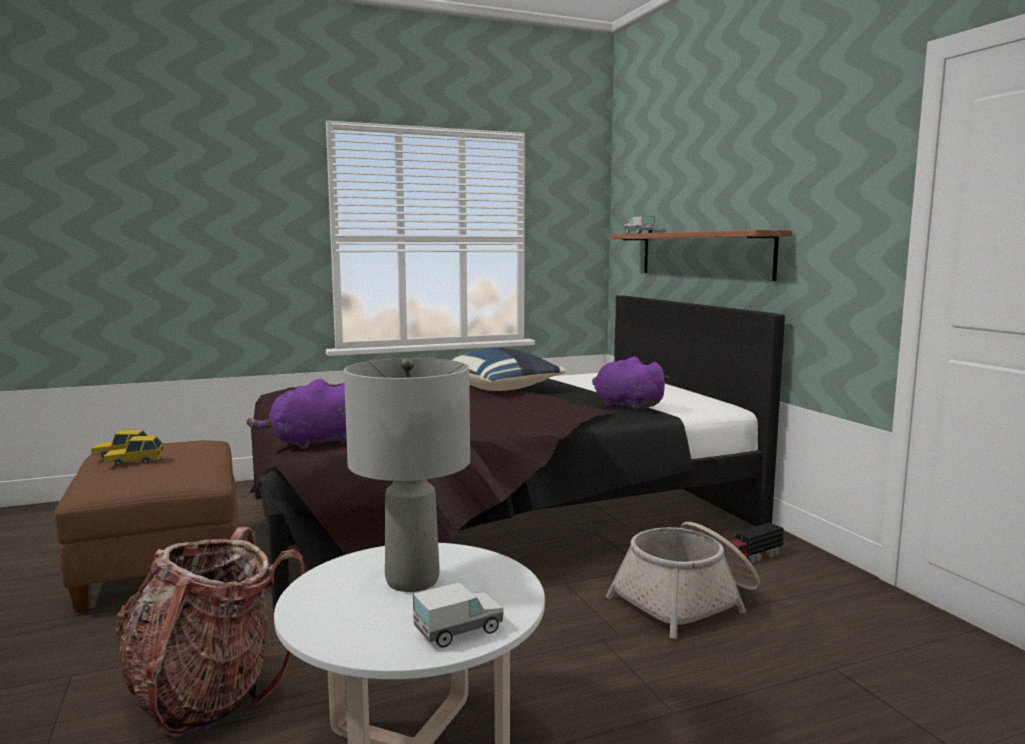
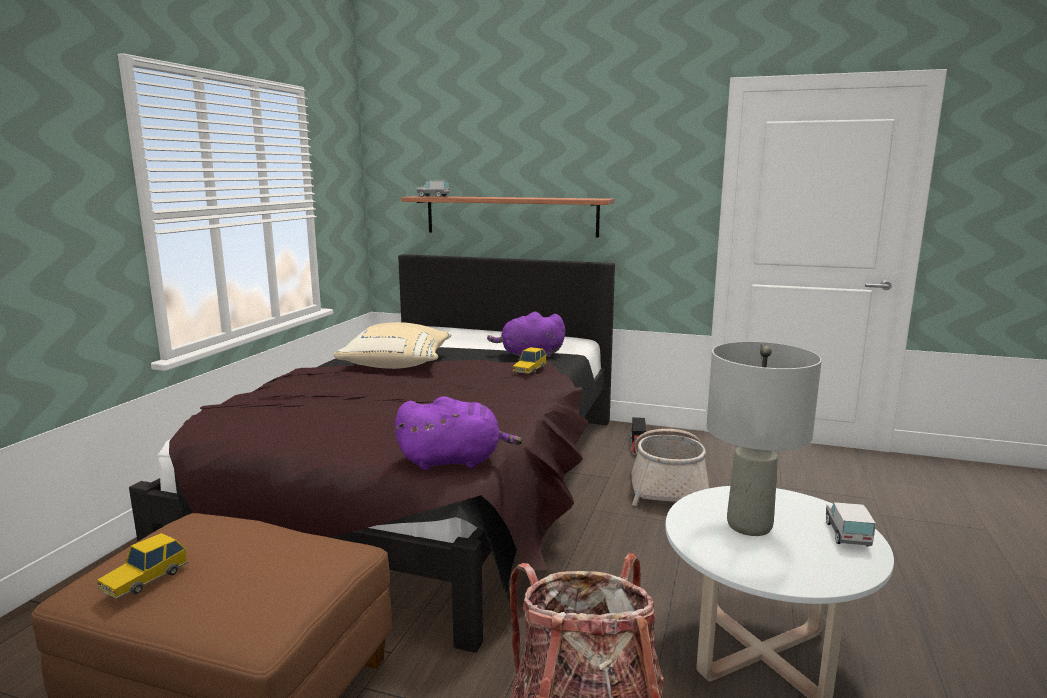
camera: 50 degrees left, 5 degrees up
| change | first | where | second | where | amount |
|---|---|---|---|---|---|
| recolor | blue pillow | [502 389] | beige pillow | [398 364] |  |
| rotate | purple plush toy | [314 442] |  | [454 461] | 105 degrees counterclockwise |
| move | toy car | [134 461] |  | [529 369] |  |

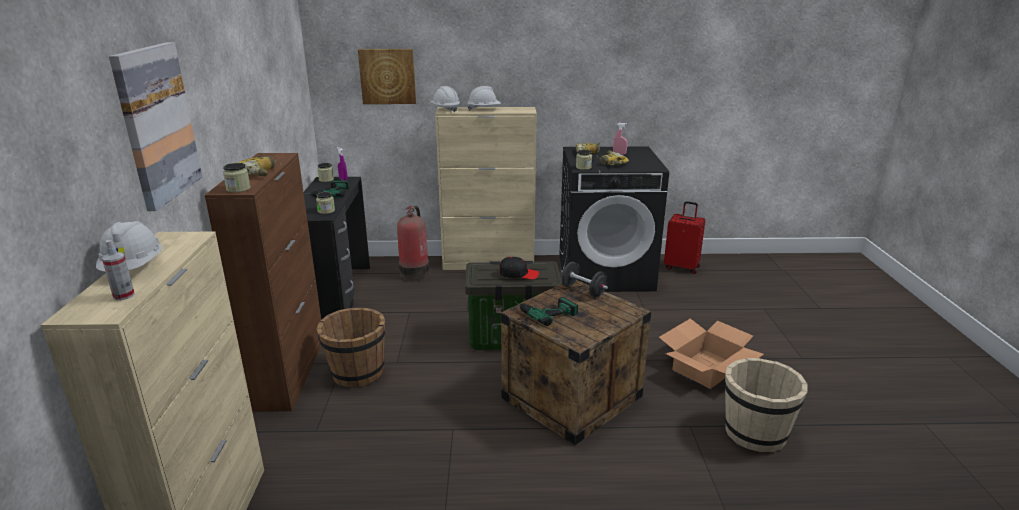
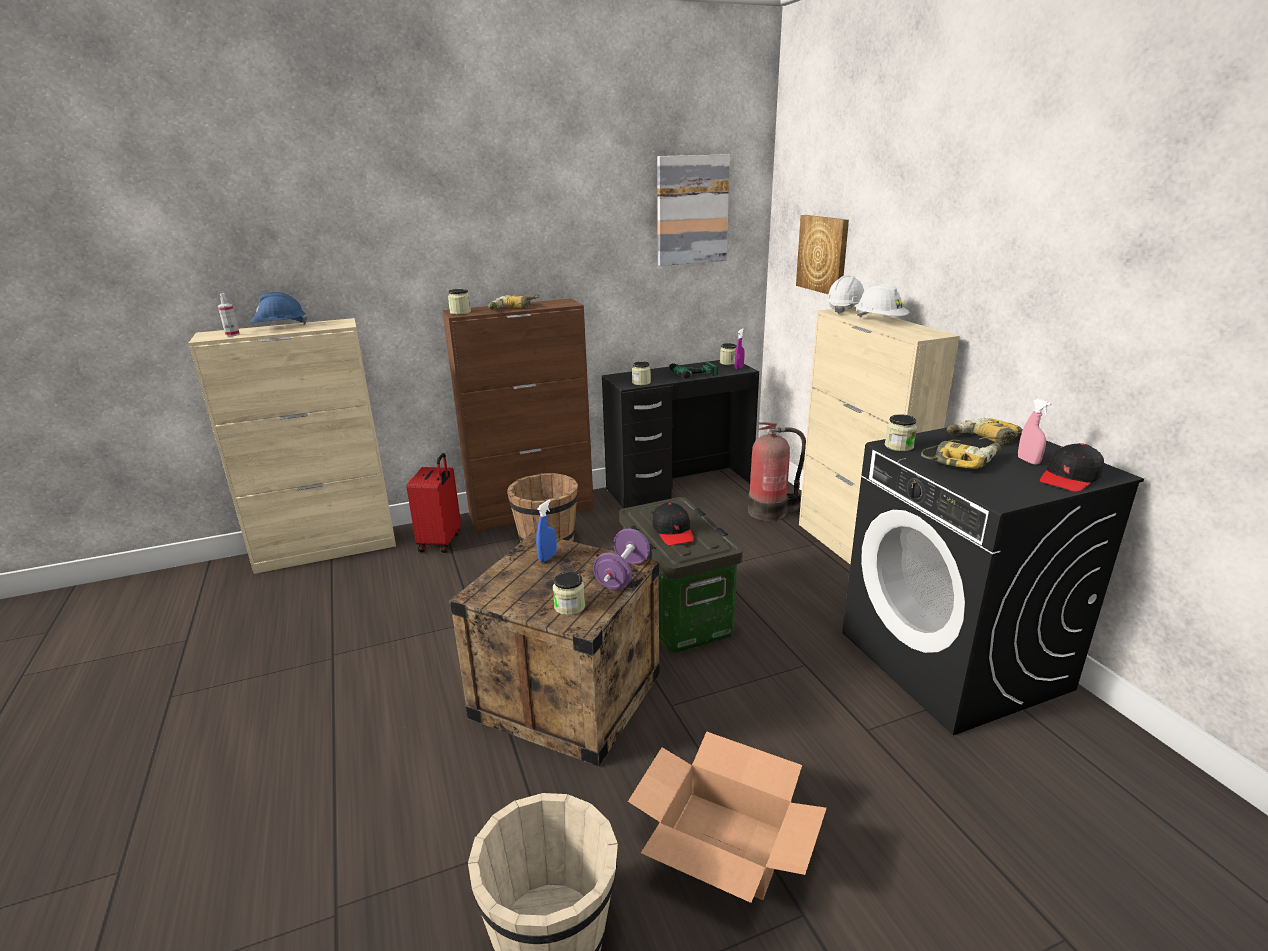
camera: 70 degrees right, 0 degrees up
| change | first | where | second | where | amount |
|---|---|---|---|---|---|
| move | picture | [156 124] |  | [692 210] |  |
| move | red suitcase | [682 267] |  | [441 542] |  |
| recolor | white hard hat | [133 268] | blue hard hat | [280 327] |  |
| recolor | black dumbbell | [583 290] | purple dumbbell | [622 575] |  |
| replace | power drill | [543 311] | blue spray bottle | [547 557] |  |
| insert |  |  | black cap | [1070 478] |  |
| insert |  |  | jar | [569 606] |  |

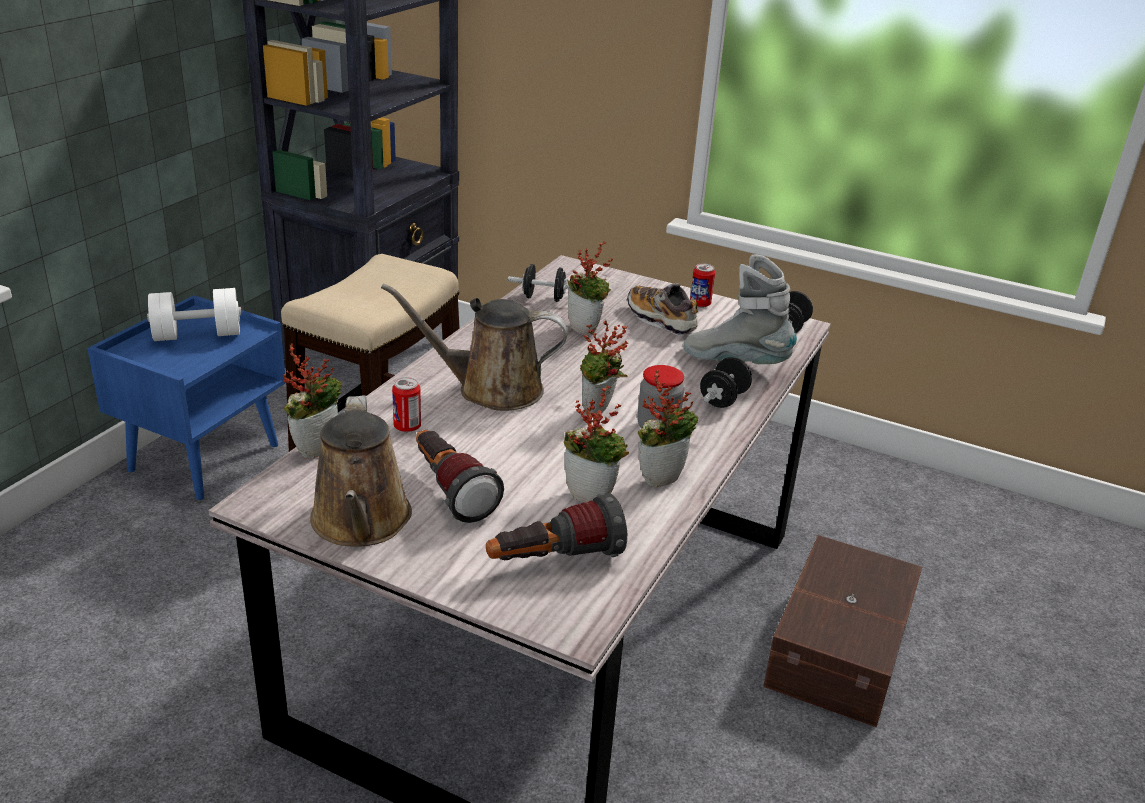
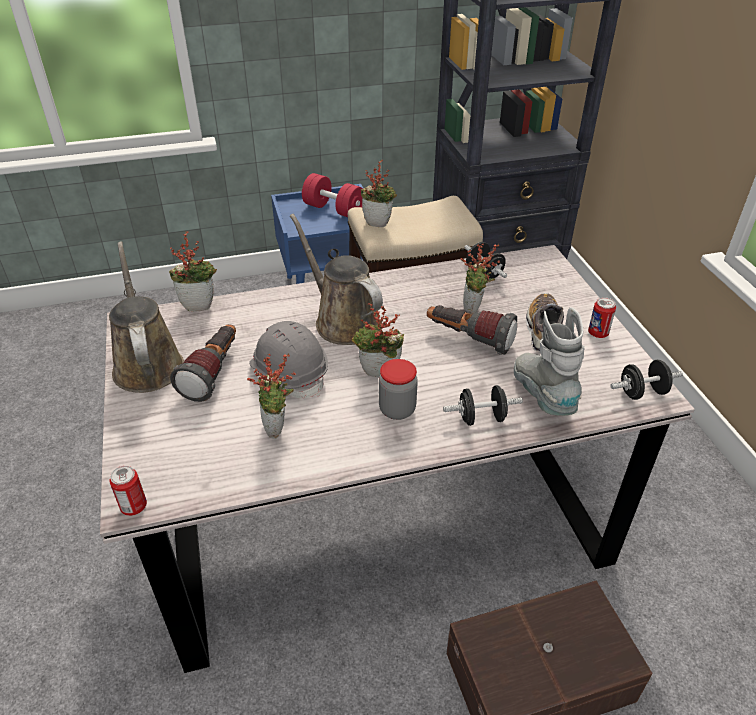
camera: 50 degrees right, 10 degrees up
| change | first | where | second | where | amount |
|---|---|---|---|---|---|
| recolor | white dumbbell | [197 335] | red dumbbell | [334 210] |  |
| move | potted plant | [661 477] |  | [379 223] |  |
| move | can | [407 427] |  | [134 506] |  |
| rotate | brown watering can | [361 523] |  | [147 363] | 120 degrees clockwise |
| move | flashlight | [554 561] |  | [468 340] |  |
| insert |  |  | grey hard hat | [289 373] |  |

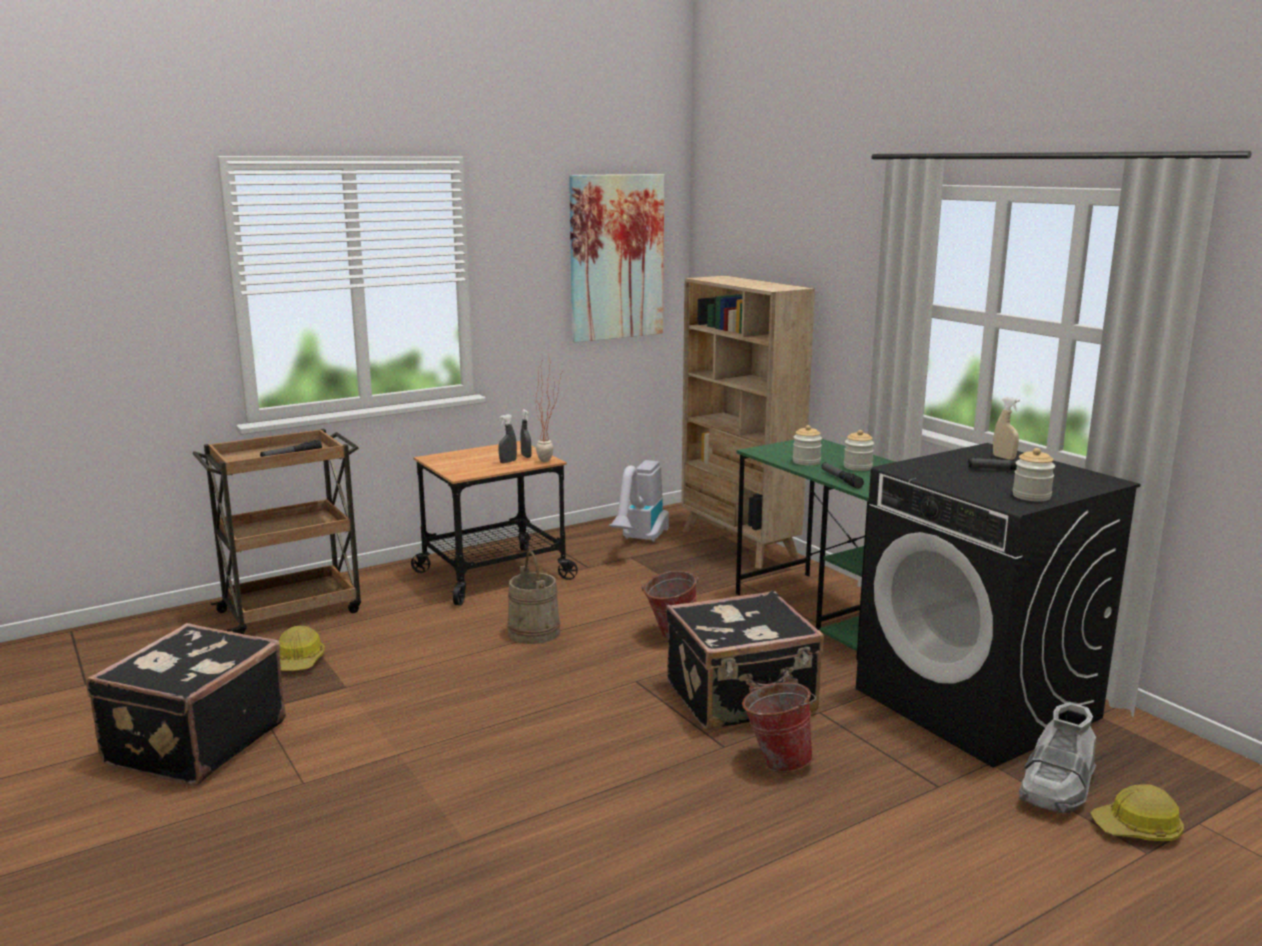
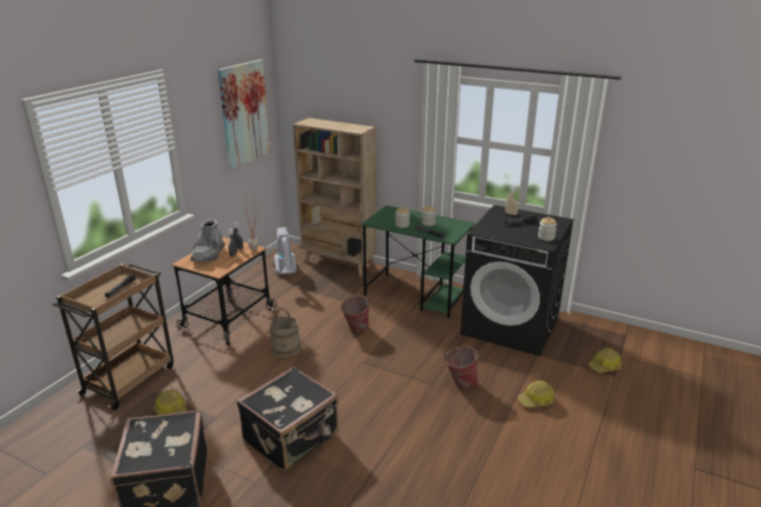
camera: 30 degrees left, 10 degrees up
| change | first | where | second | where | amount |
|---|---|---|---|---|---|
| move | black suitcase | [742 699] |  | [292 438] |  |
| move | grey boot | [1057 789] |  | [208 254] |  |
| insert |  |  | hard hat | [536 400] |  |

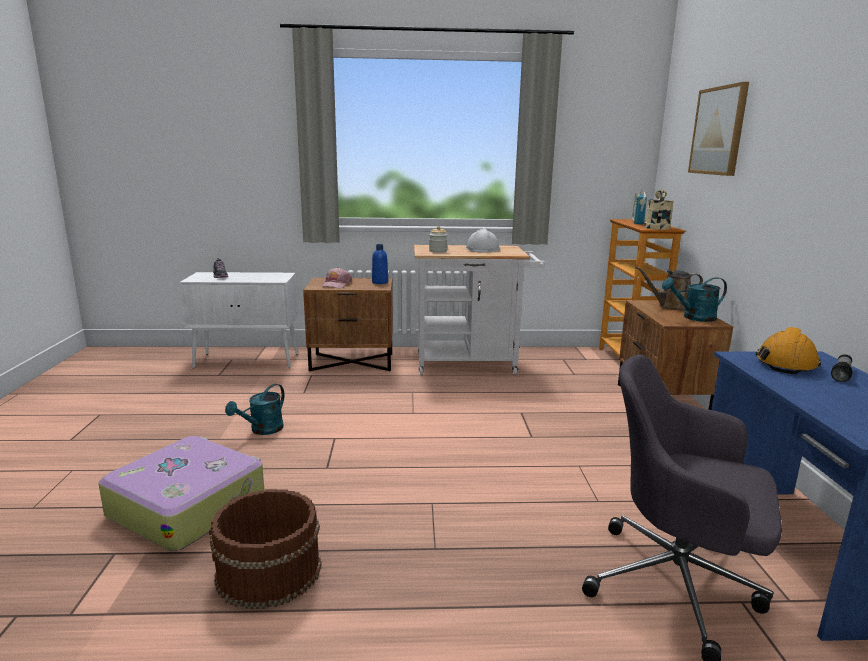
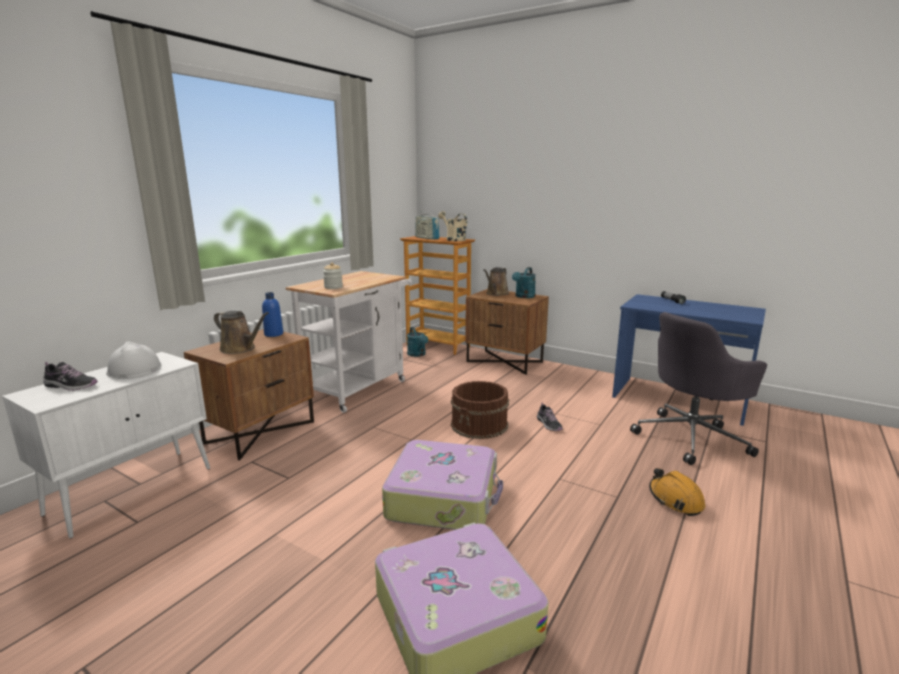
camera: 55 degrees left, 0 degrees up
| change | first | where | second | where | amount |
|---|---|---|---|---|---|
| delete | picture | [718 131] |  |  |  |
| move | white hard hat | [482 249] |  | [134 370] |  |
| replace | pink cap | [336 284] | brown watering can | [240 349] |  |
| move | orange hard hat | [786 363] |  | [675 499] |  |
| move | turquoise watering can | [262 430] |  | [417 354] |  |
| move | brown bucket | [268 572] |  | [480 425] |  |
| insert |  |  | shoe | [548 424] |  |
| insert |  |  | suitcase | [444 498] |  |

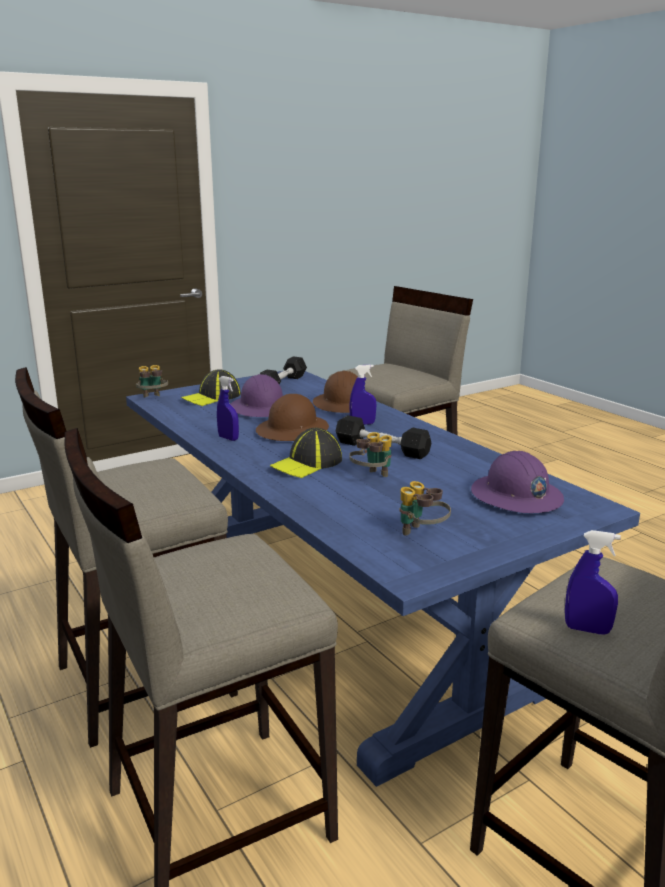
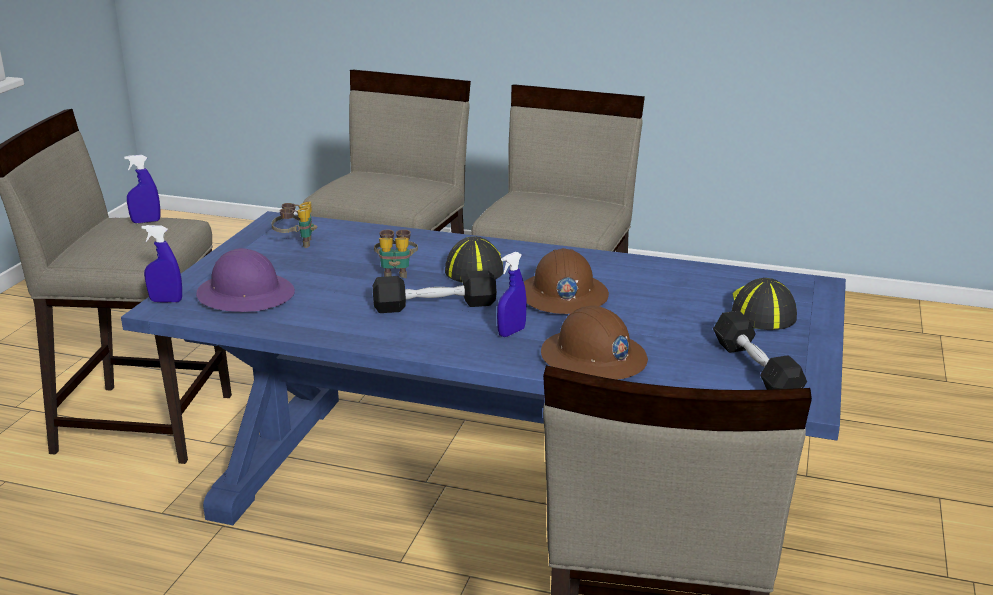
camera: 140 degrees right, 5 degrees up
| change | first | where | second | where | amount |
|---|---|---|---|---|---|
| delete | binoculars | [152 399] |  |  |  |
| delete | purple hard hat | [262 408] |  |  |  |
| move | blue spray bottle | [228 438] |  | [166 301] |  |

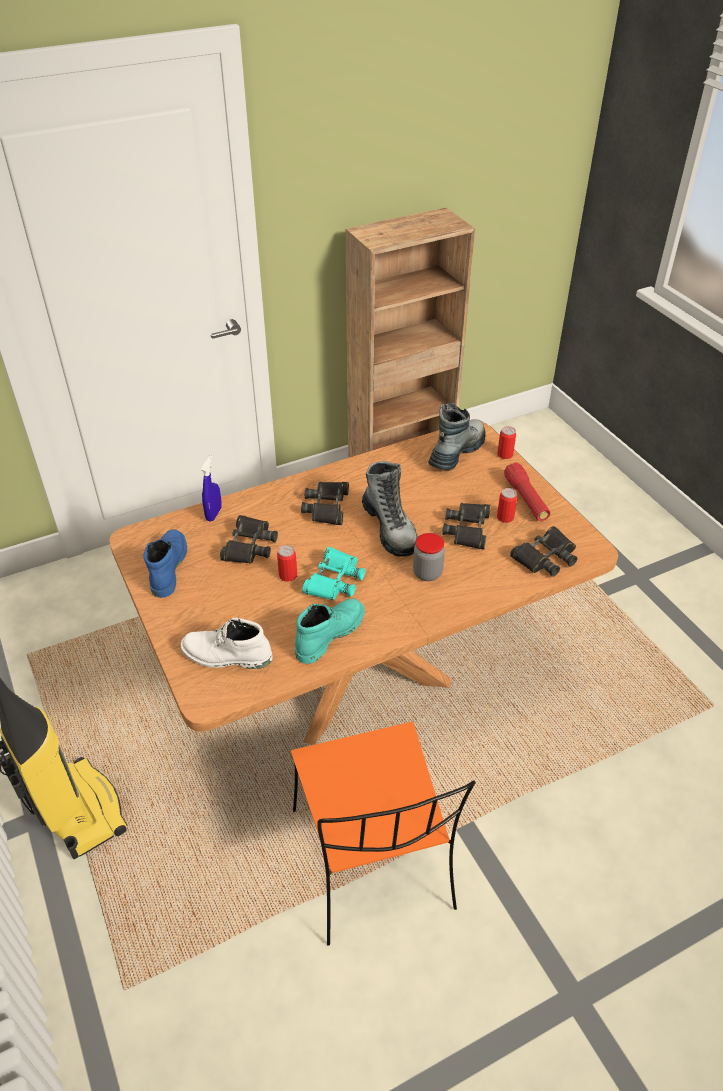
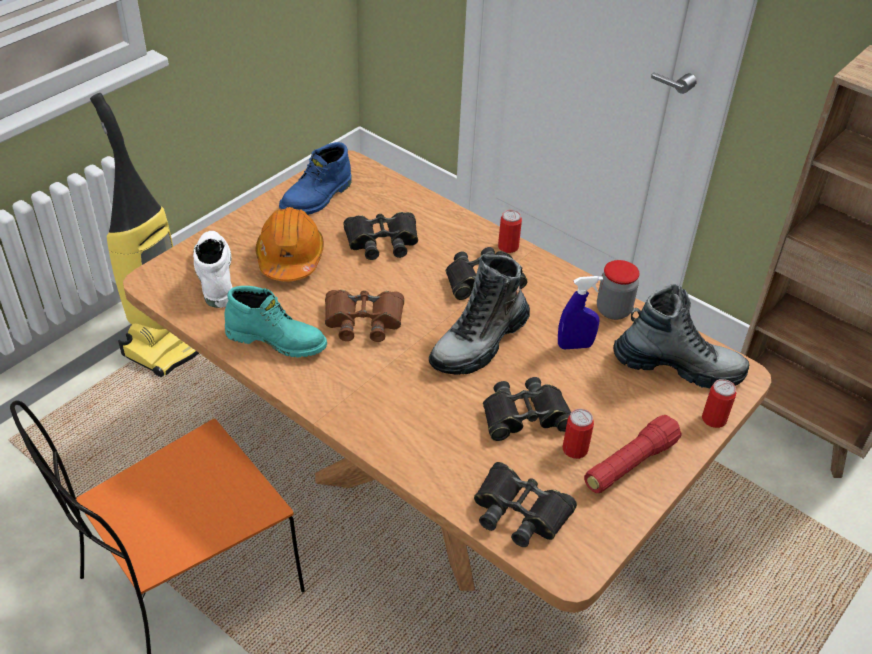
camera: 65 degrees right, 0 degrees up
| change | first | where | second | where | amount |
|---|---|---|---|---|---|
| move | blue spray bottle | [214 514] |  | [575 345] |  |
| rotate | blue boot | [167 567] |  | [317 198] | 150 degrees clockwise |
| move | jar | [427 573] |  | [613 310] |  |
| move | can | [288 575] |  | [508 247] |  |
| recolor | turquoise binoculars | [334 580] | brown binoculars | [363 320] |  |
| insert |  |  | orange hard hat | [290 257] |  |

